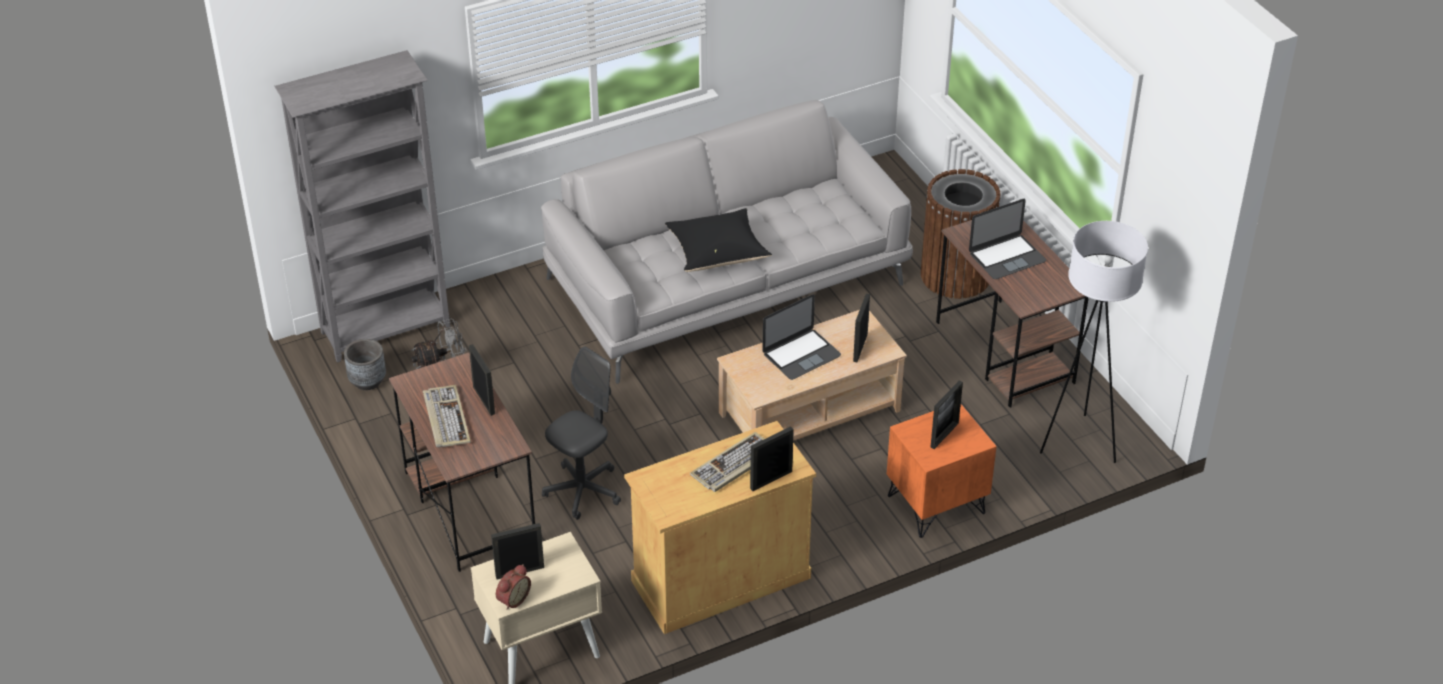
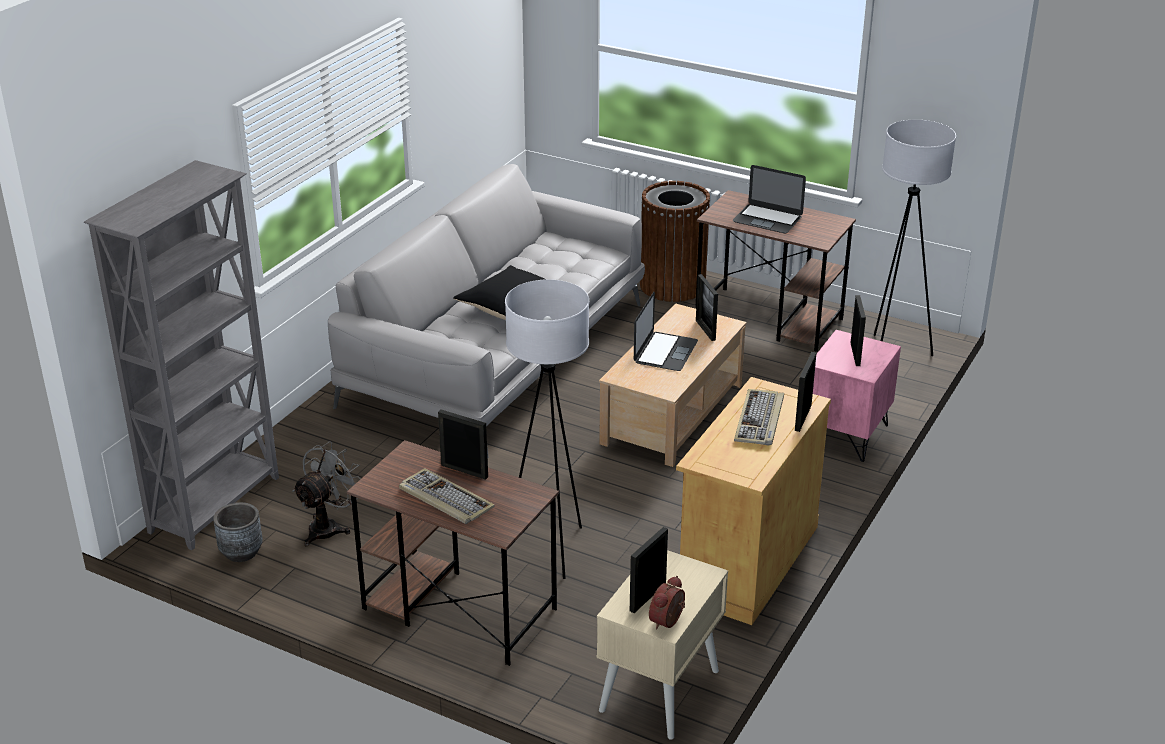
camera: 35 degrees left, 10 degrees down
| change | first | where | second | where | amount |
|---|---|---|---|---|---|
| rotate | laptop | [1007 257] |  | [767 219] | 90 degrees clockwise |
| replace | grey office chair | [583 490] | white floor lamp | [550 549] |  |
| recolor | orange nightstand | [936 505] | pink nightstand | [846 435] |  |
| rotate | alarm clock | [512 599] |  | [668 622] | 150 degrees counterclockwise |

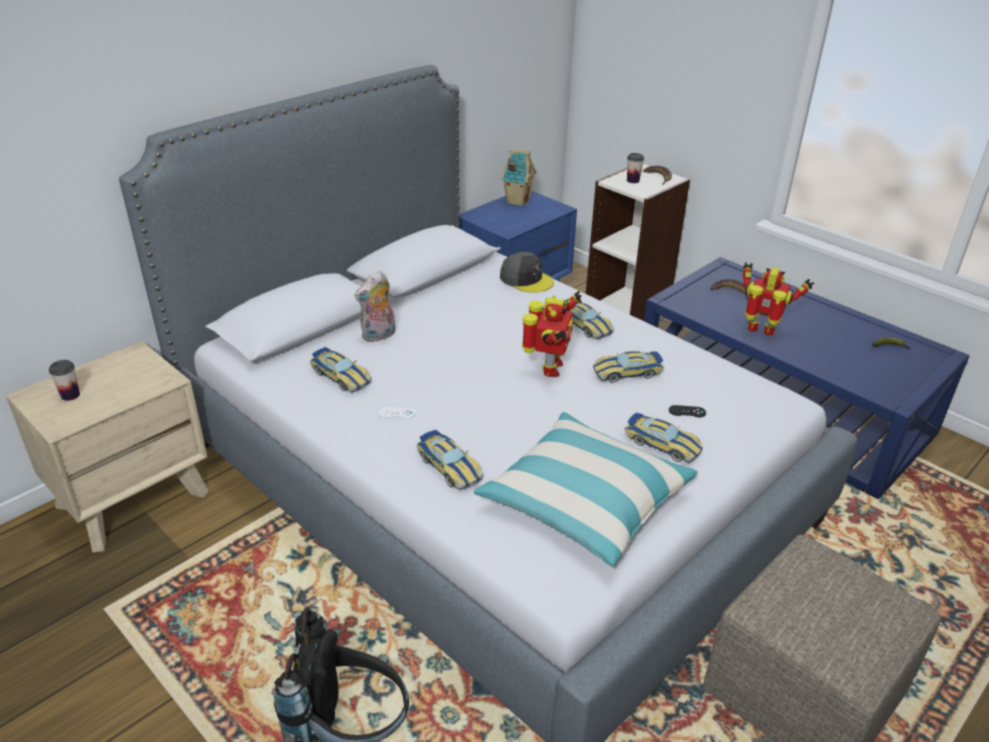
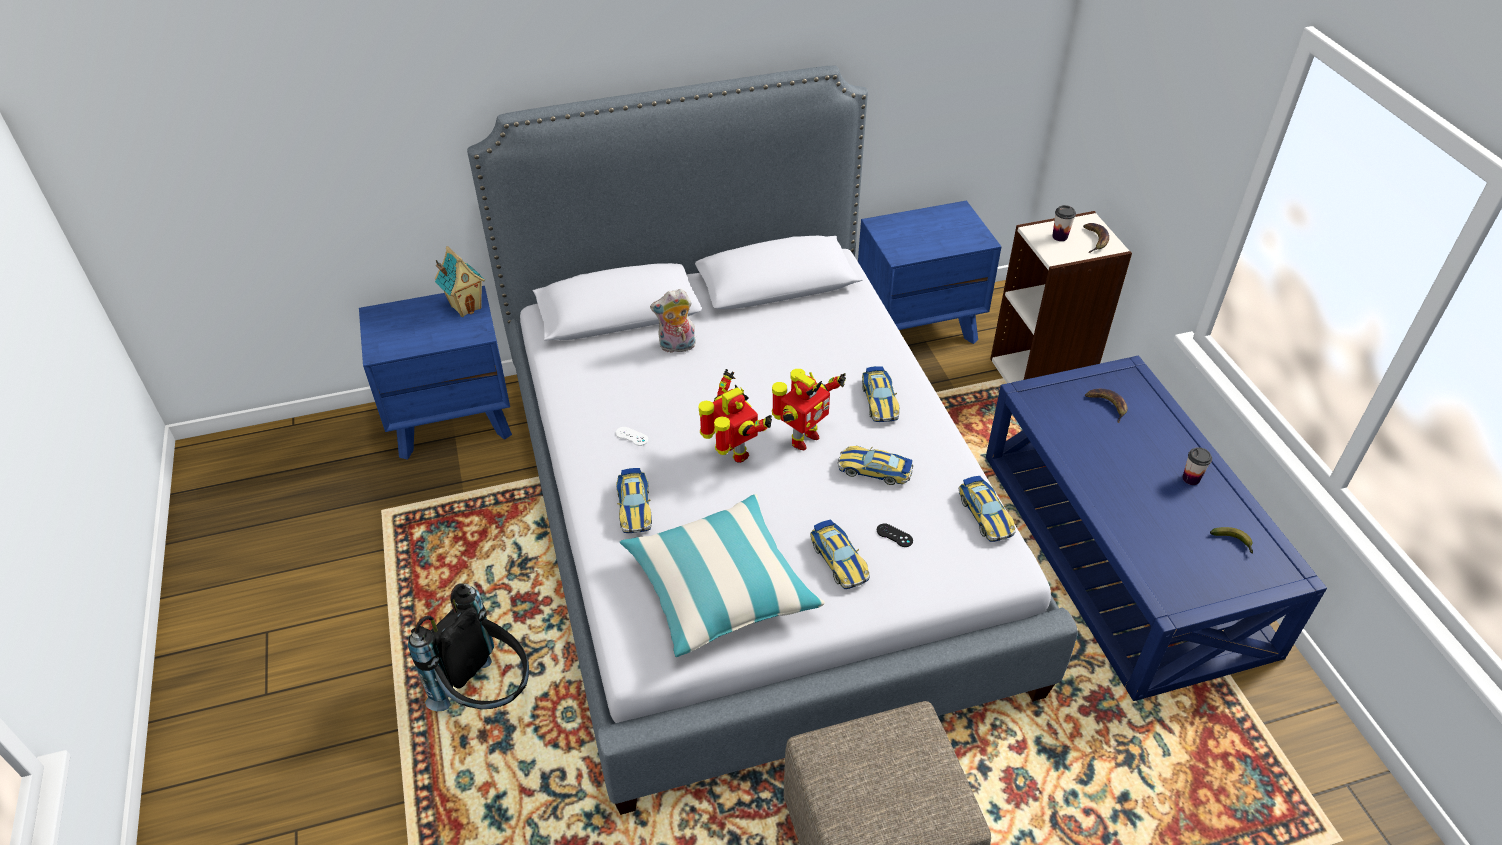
camera: 30 degrees right, 10 degrees up
| change | first | where | second | where | amount |
|---|---|---|---|---|---|
| move | toy house | [517 201] |  | [466 307] |  |
| delete | grey cap | [526 279] |  |  |  |
| move | toy robot | [761 331] |  | [733 454] |  |
| recolor | beige nightstand | [133 498] | blue nightstand | [453 419] |  |
| move | toy car | [341 376] |  | [985 514] |  |
| move | cup | [70 395] |  | [1191 478] |  |

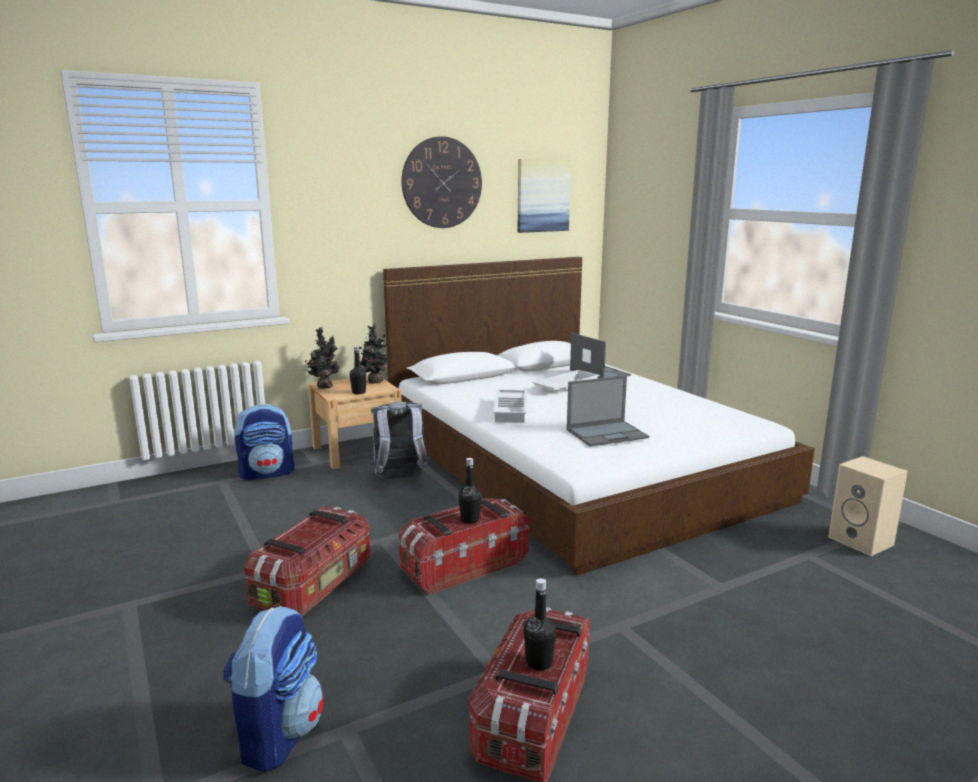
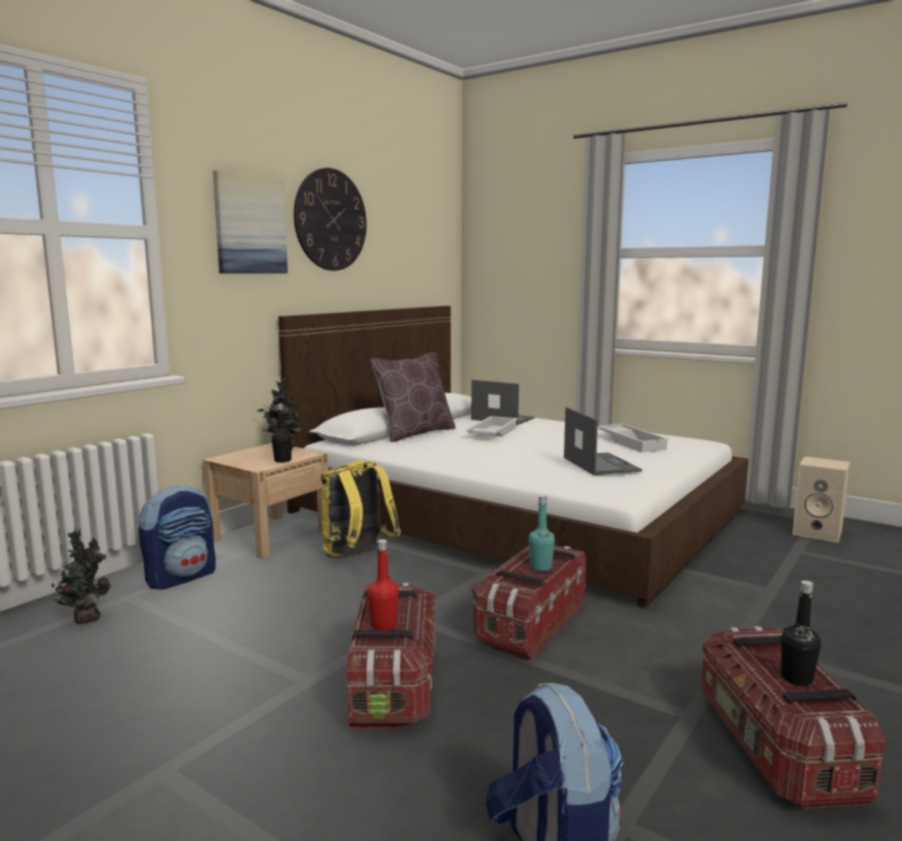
camera: 25 degrees left, 5 degrees down
| change | first | where | second | where | amount |
|---|---|---|---|---|---|
| move | picture | [543 195] |  | [250 224] |  |
| move | potted plant | [324 386] |  | [86 618] |  |
| rotate | laptop | [607 433] |  | [600 464] | 60 degrees counterclockwise |
| move | white tray | [512 410] |  | [632 442] |  |
| recolor | grey backpack | [400 479] | yellow backpack | [356 556] |  |
| recolor | black bottle | [470 520] | turquoise bottle | [540 567] |  |
| insert |  |  | brown pillow | [415 433] |  |
| insert |  |  | red bottle | [383 625] |  |

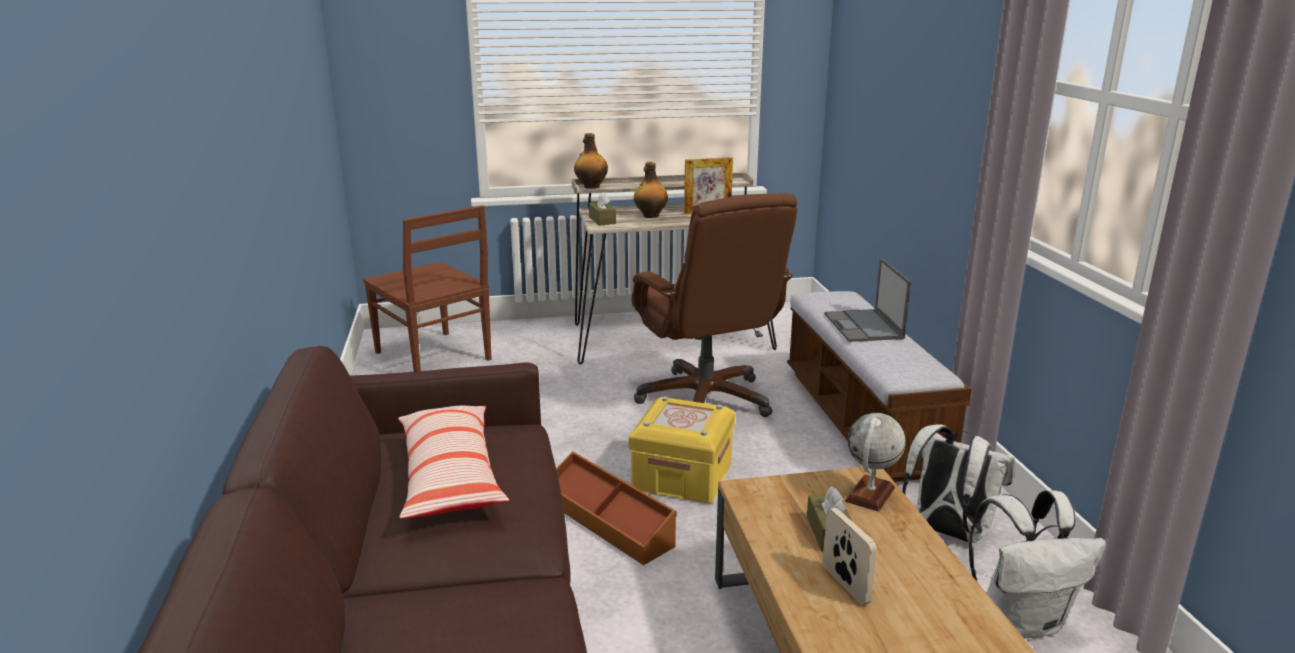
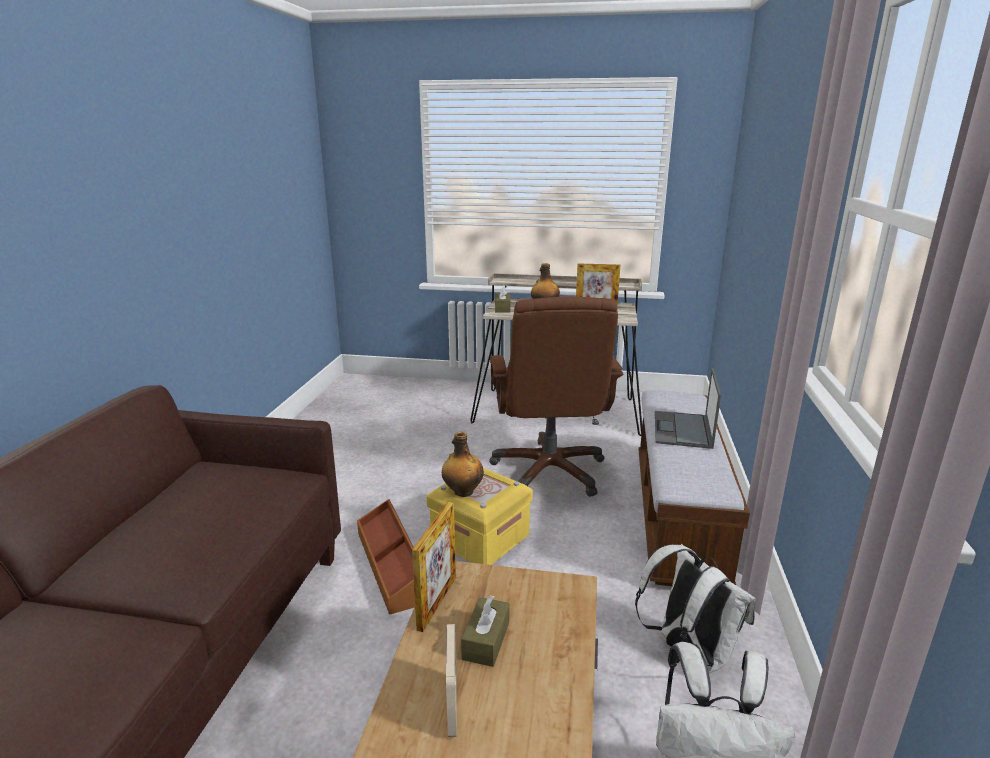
camera: 20 degrees right, 0 degrees up
| change | first | where | second | where | amount |
|---|---|---|---|---|---|
| move | bottle | [591 187] |  | [462 492] |  |
| delete | brown chair | [434 357] |  |  |  |
| delete | pillow | [450 476] |  |  |  |
| delete | globe | [870 494] |  |  |  |
| insert |  |  | picture frame | [437 602] |  |

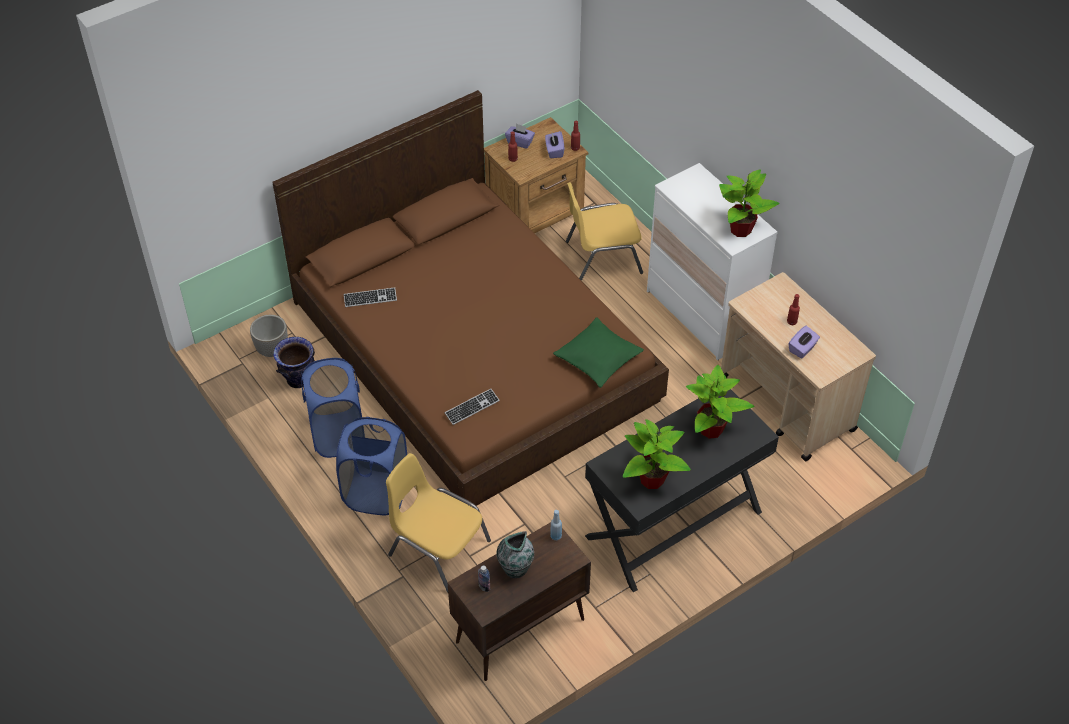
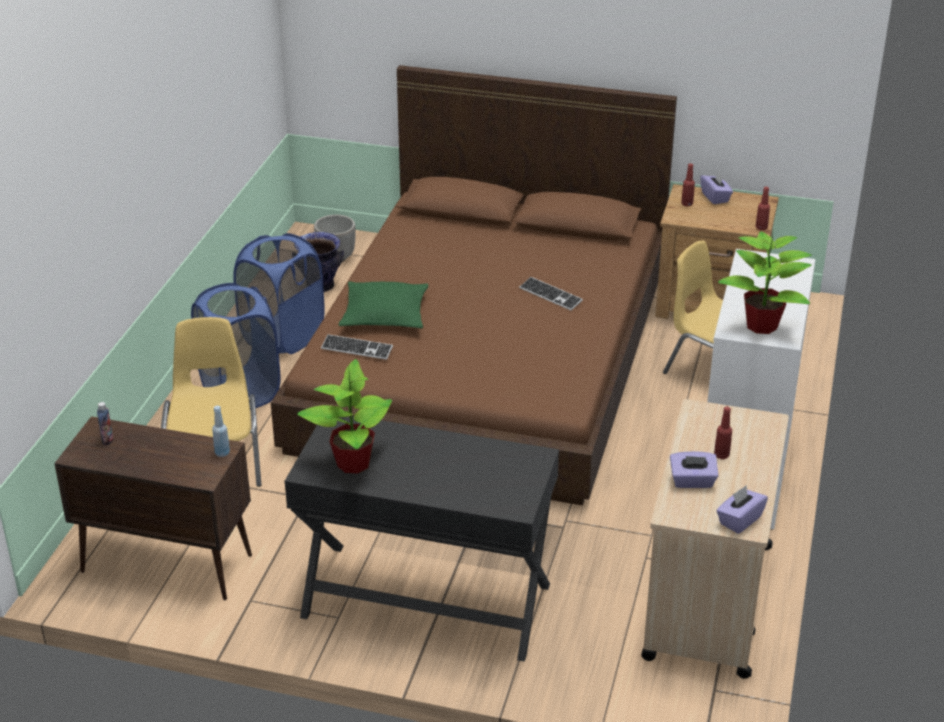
camera: 50 degrees right, 15 degrees down
| change | first | where | second | where | amount |
|---|---|---|---|---|---|
| move | purple tissue box | [554 151] |  | [739 520] |  |
| move | keyboard | [370 298] |  | [550 295] |  |
| move | green pillow | [598 358] |  | [385 315] |  |
| delete | potted plant | [711 430] |  |  |  |
| delete | vase | [515 569] |  |  |  |

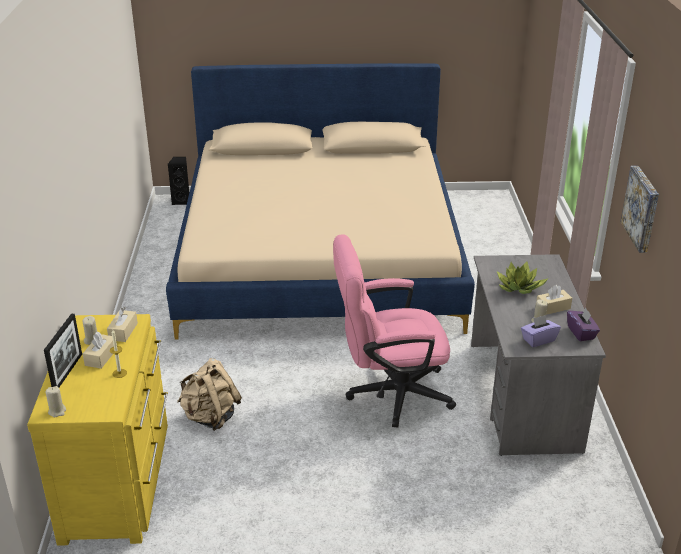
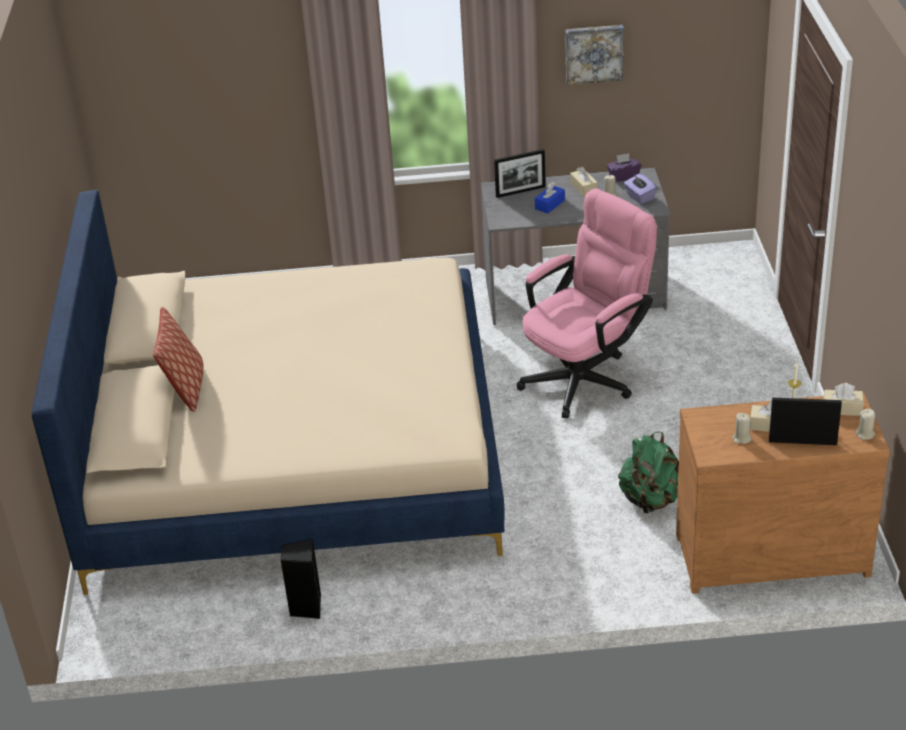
camera: 90 degrees left, 5 degrees up
| change | first | where | second | where | amount |
|---|---|---|---|---|---|
| move | black speaker | [182 201] |  | [305 607] |  |
| rotate | pink office chair | [389 394] |  | [586 376] | 120 degrees counterclockwise |
| replace | potted plant | [519 287] | blue tissue box | [550 204] |  |
| move | beige tissue box | [123 331] |  | [842 409] |  |
| recolor | yellow dresser | [119 481] | brown dresser | [769 551] |  |
| recolor | beige backpack | [210 417] | green backpack | [650 500] |  |
| insert |  |  | picture frame | [520 191] |  |
| insert |  |  | pillow | [186 389] |  |

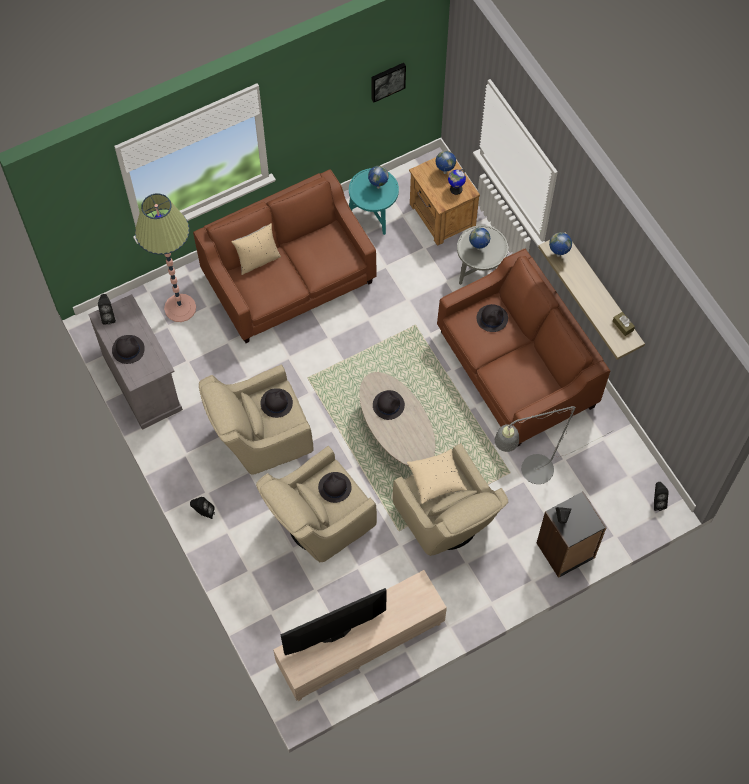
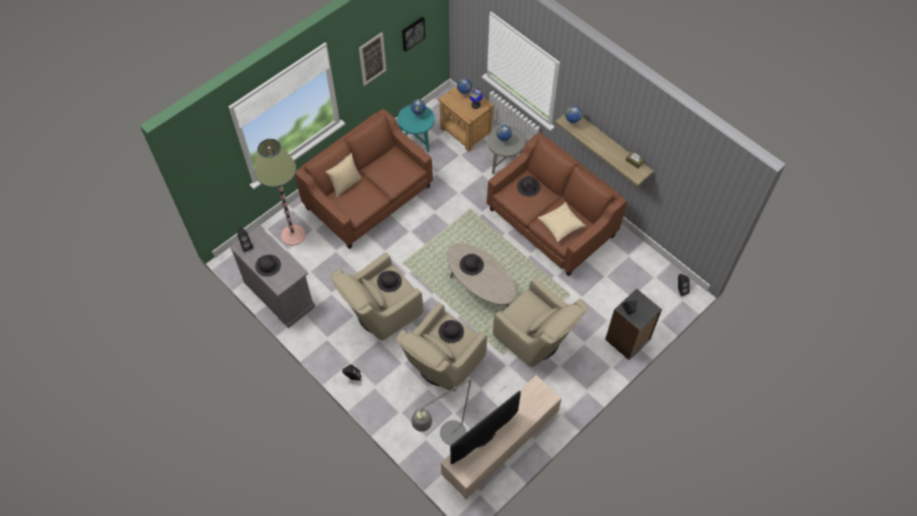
camera: 15 degrees left, 5 degrees down
| change | first | where | second | where | amount |
|---|---|---|---|---|---|
| move | grey floor lamp | [530 473] |  | [447 437] |  |
| move | beige pillow | [436 480] |  | [561 226] |  |
| insert |  |  | picture | [372 59] |  |

